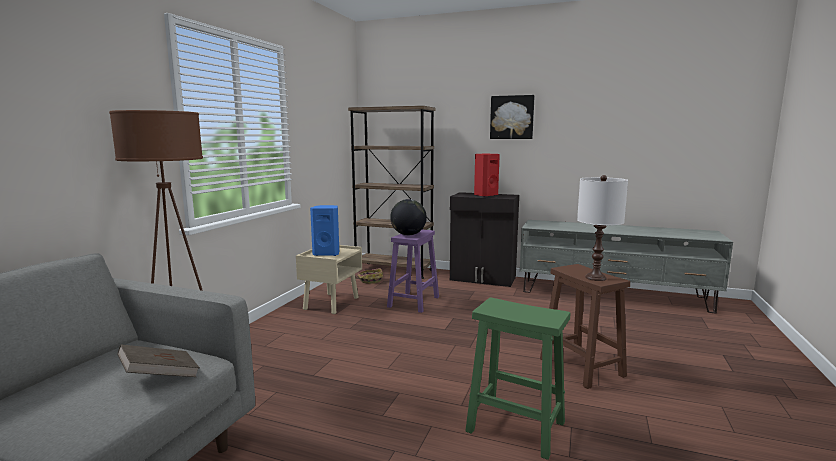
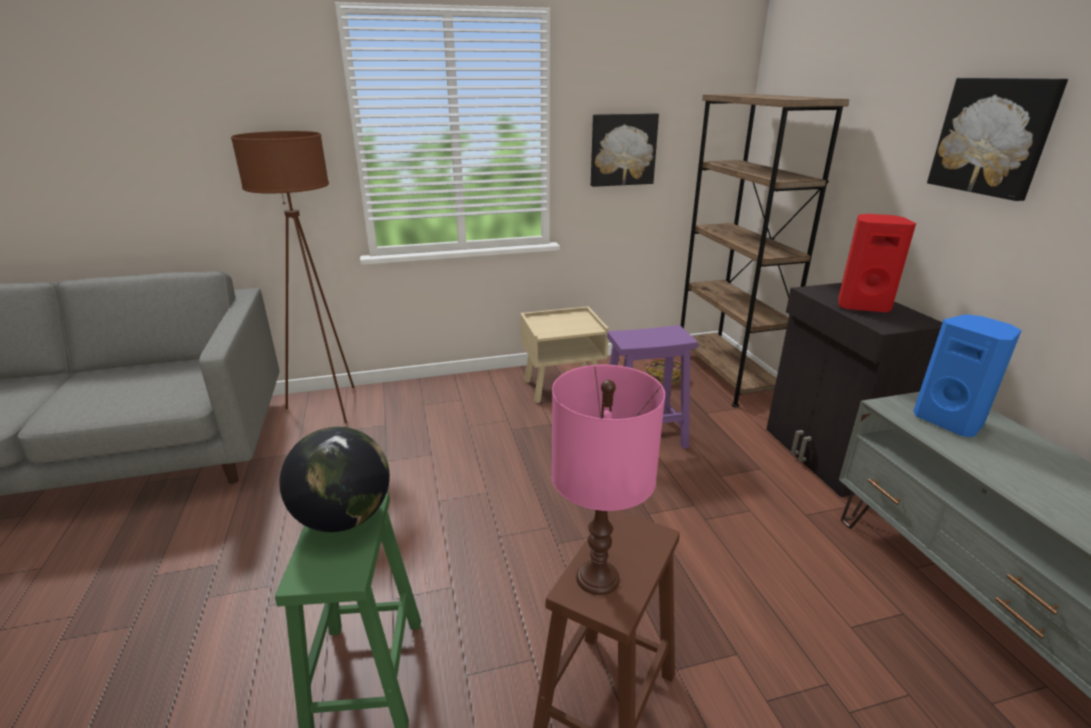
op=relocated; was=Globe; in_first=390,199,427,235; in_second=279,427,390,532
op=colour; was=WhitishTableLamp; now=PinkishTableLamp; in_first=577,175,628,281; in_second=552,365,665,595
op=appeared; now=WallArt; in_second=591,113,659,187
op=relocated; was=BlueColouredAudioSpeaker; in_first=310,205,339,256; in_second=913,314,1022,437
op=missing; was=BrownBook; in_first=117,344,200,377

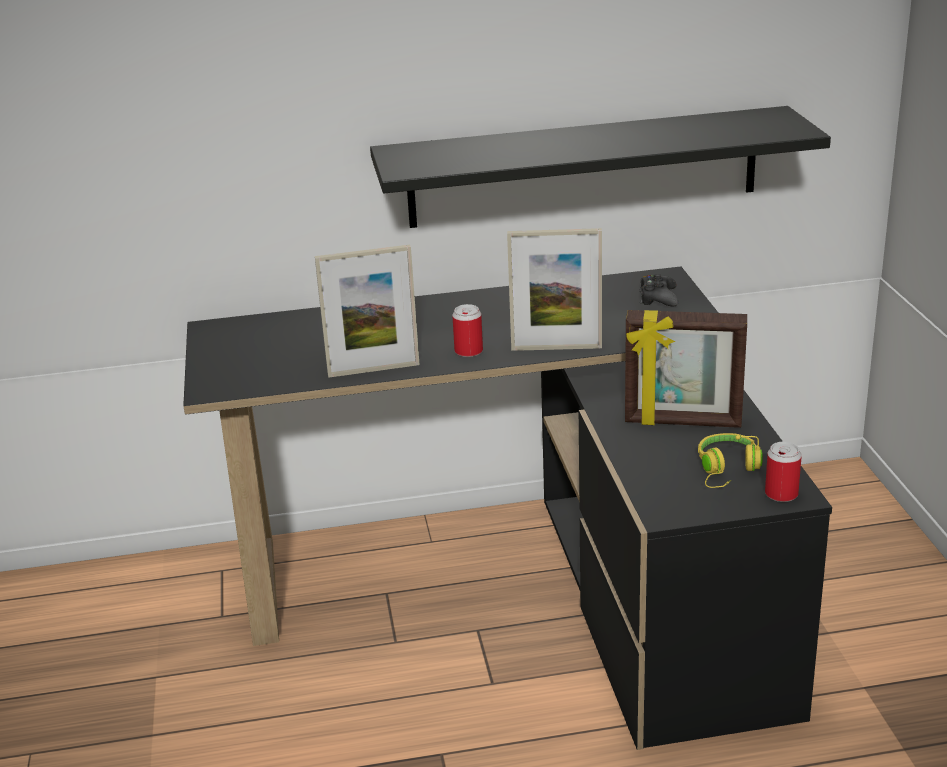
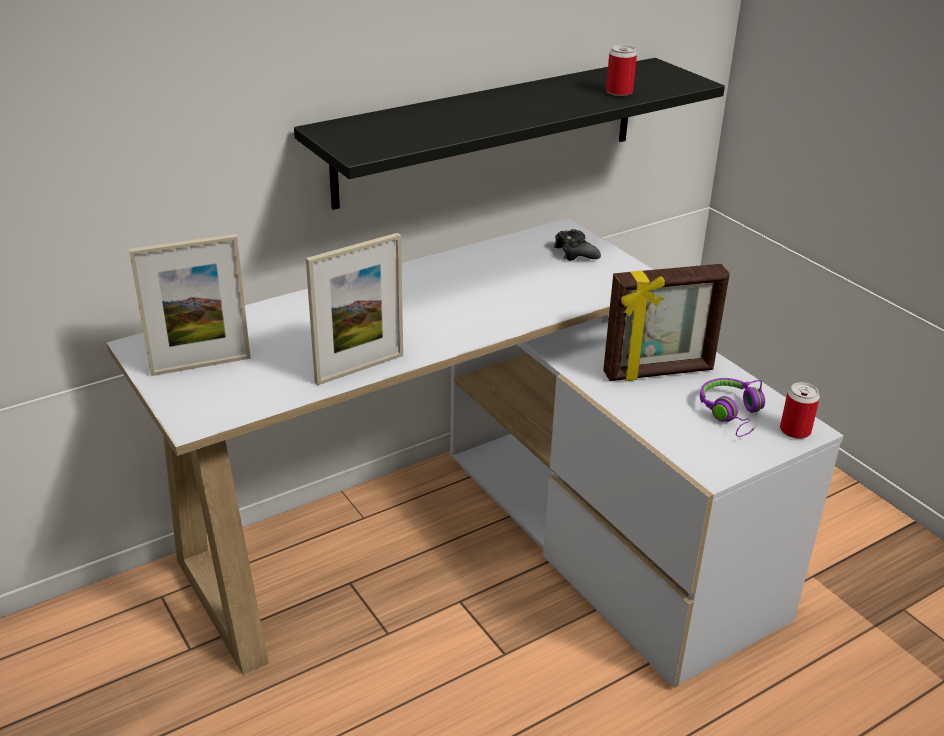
op=colour; was=BlackDeskUnit; now=WhitishDeskUnit; in_first=183,267,832,750; in_second=107,218,844,688
op=relocated; was=PictureFrame; in_first=507,228,602,351; in_second=129,234,251,376
op=relocated; was=SealedCan; in_first=452,304,483,357; in_second=606,45,637,96
op=colour; was=YellowishPairOfHeadphones; now=PurplePairOfHeadphones; in_first=698,433,763,488; in_second=700,378,765,437

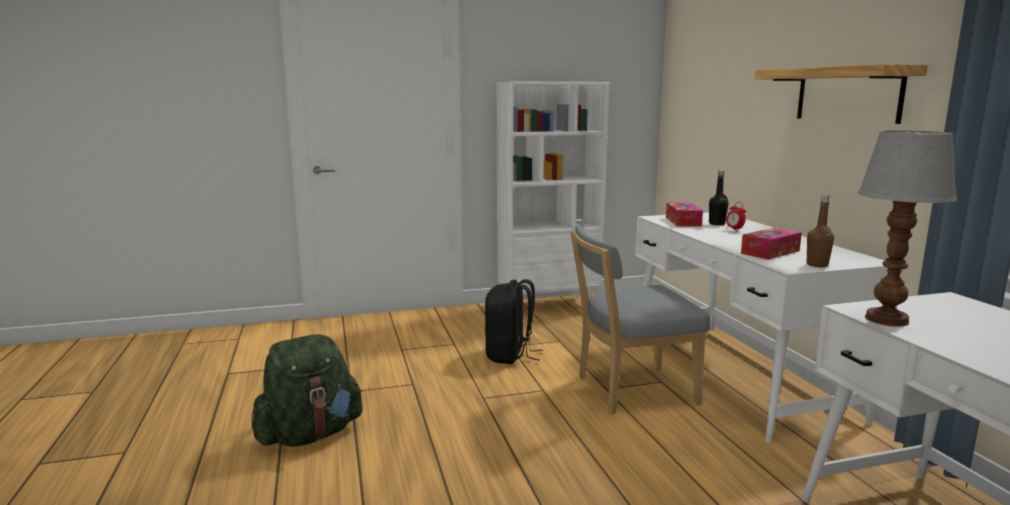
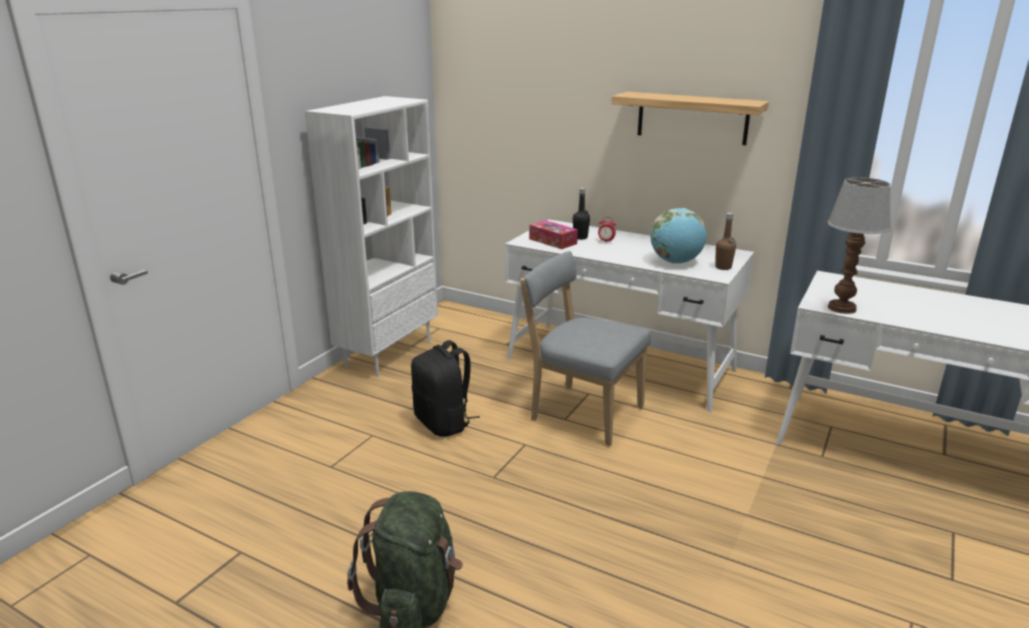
op=spun; was=GrayPlainChair; in_first=570,225,710,414; in_second=520,251,651,446; clockwise=90
op=exchanged; was=BoxOfTissues; now=Globe; in_first=741,228,802,260; in_second=651,208,707,263

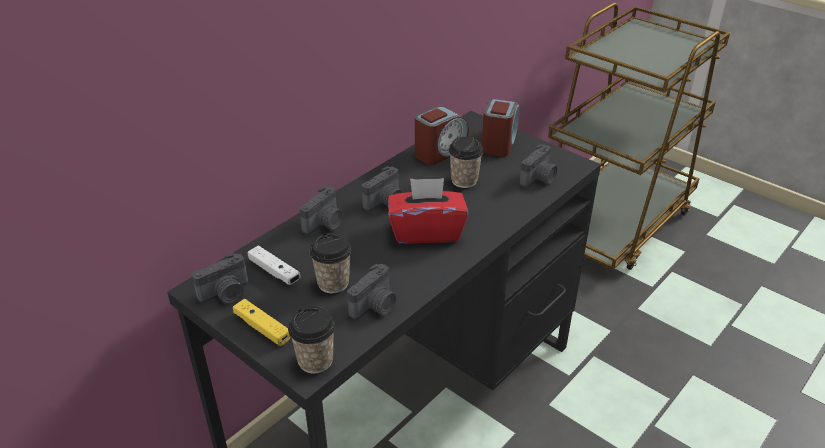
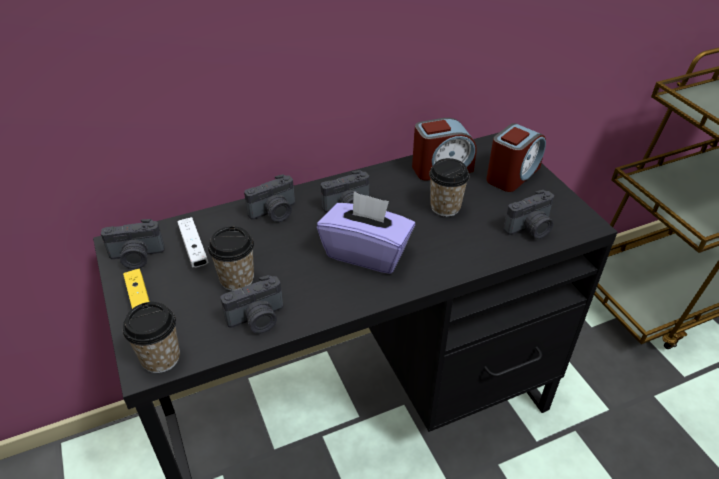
op=colour; was=ReddishBoxOfTissues; now=PurpleBoxOfTissues; in_first=388,178,469,244; in_second=317,191,415,274

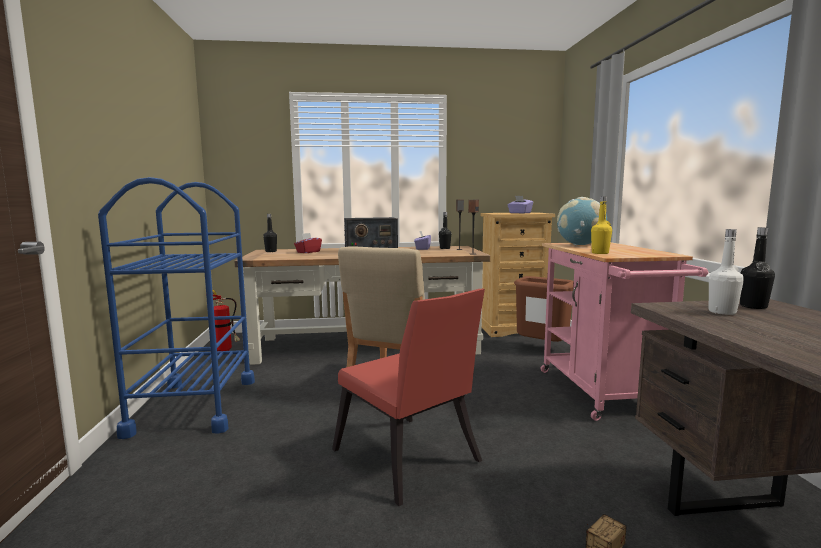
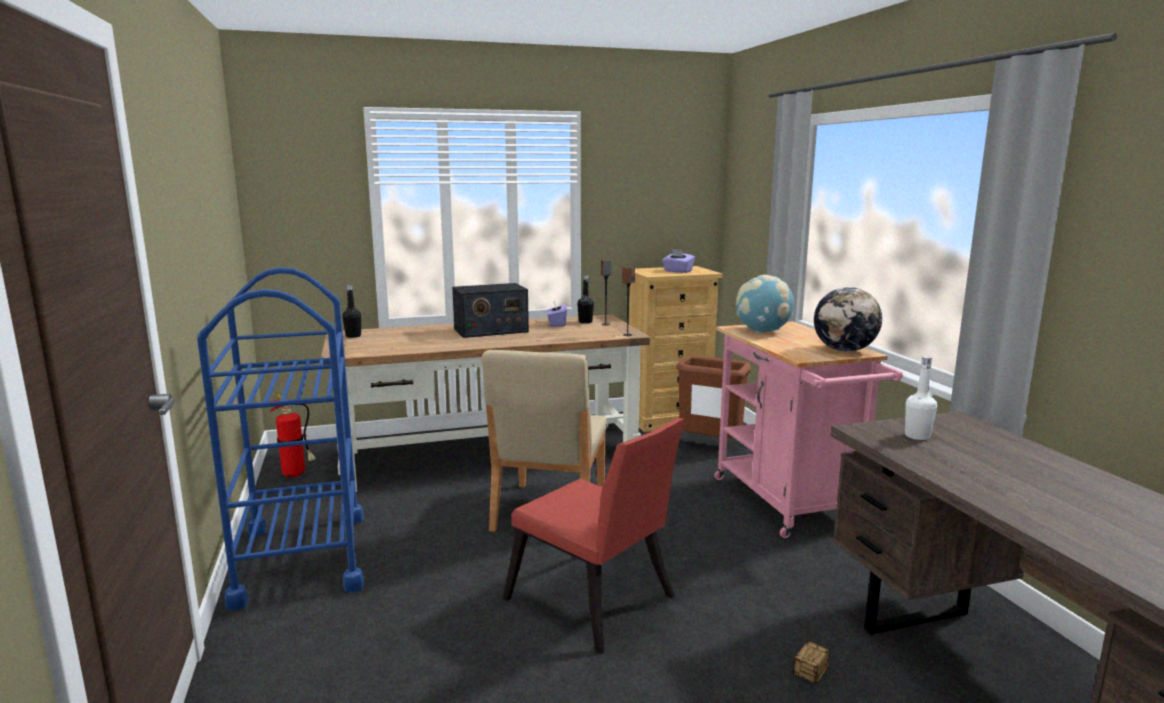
op=appeared; now=Globe; in_second=814,287,882,352
op=missing; was=ReddishBoxOfTissues; in_first=294,233,322,253
op=missing; was=YellowishBeverageBottle; in_first=591,196,612,254
op=missing; was=BlackBeverageBottle; in_first=740,227,775,309

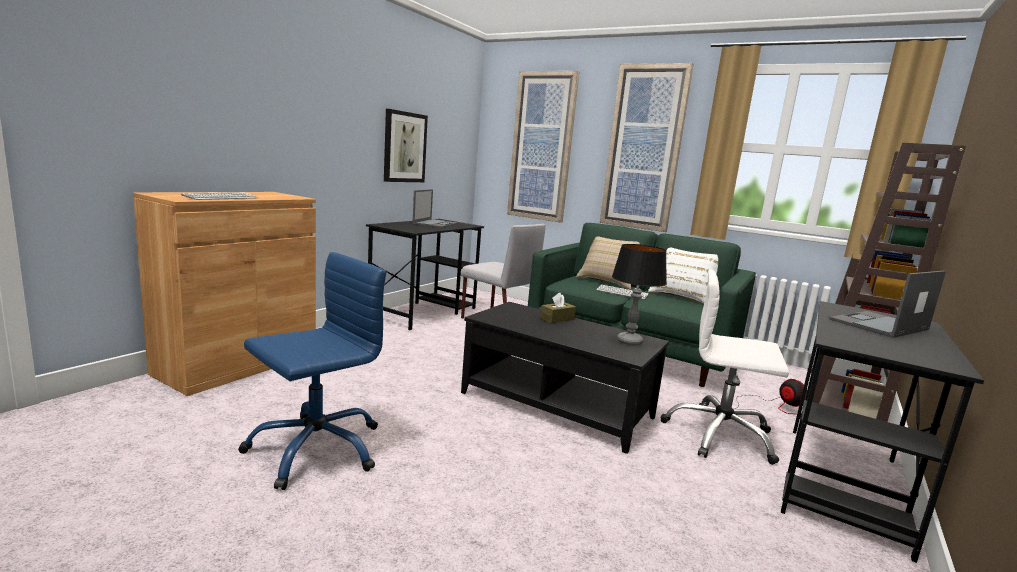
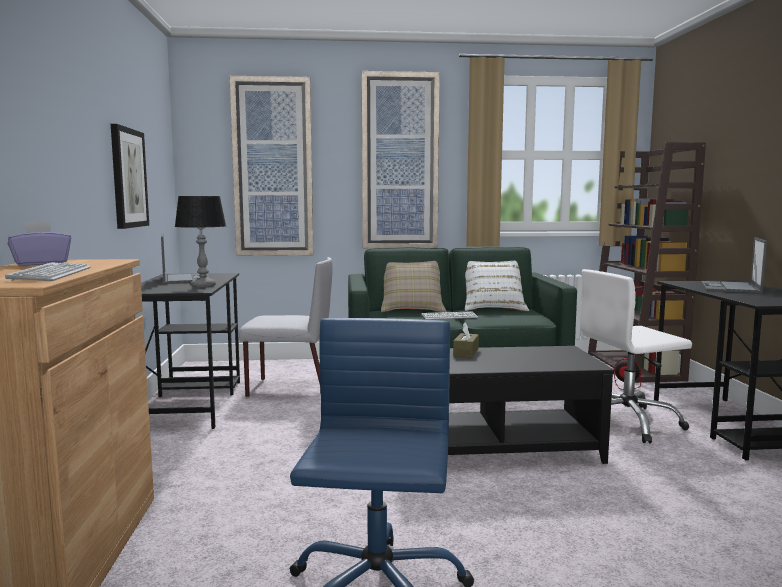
op=appeared; now=PurpleBoxOfTissues; in_second=8,222,71,266
op=relocated; was=TableLamp; in_first=612,244,667,345; in_second=175,196,226,288

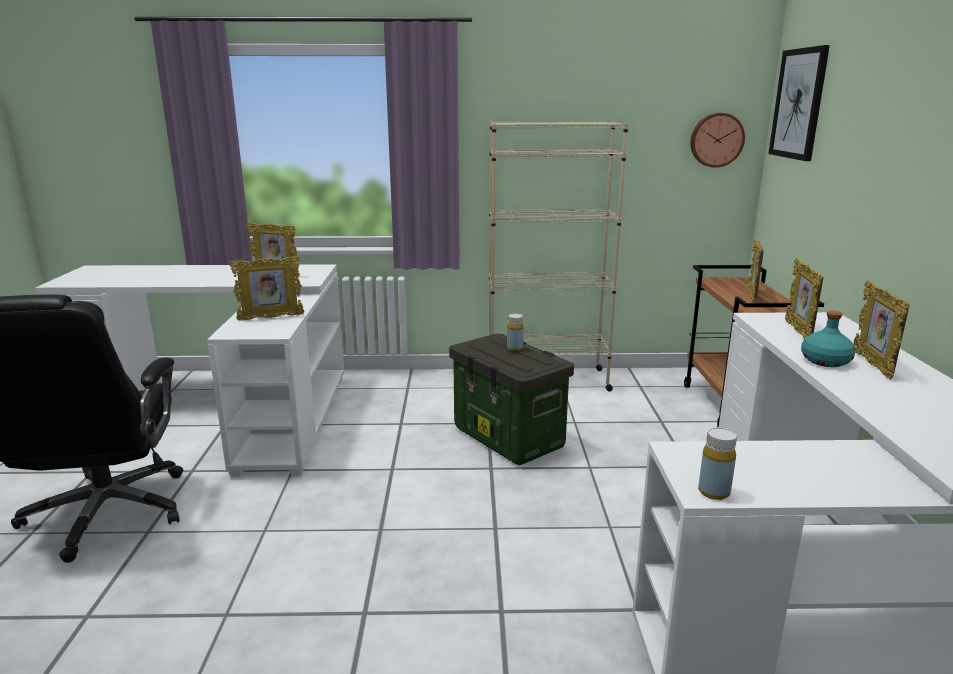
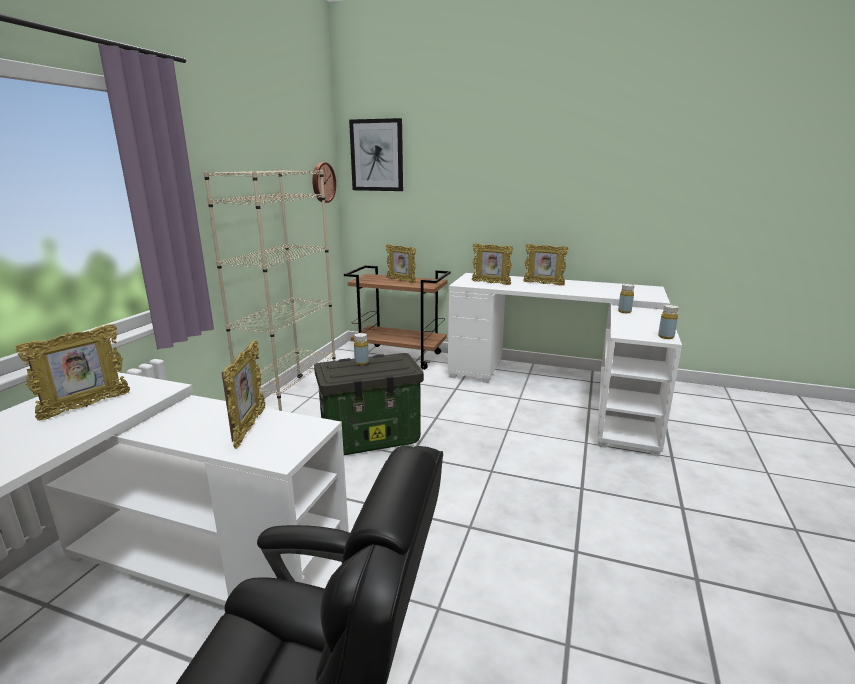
op=appeared; now=YellowishBeverageBottle; in_second=618,284,634,313
op=missing; was=TurquoiseBeverageBottle; in_first=801,310,855,367

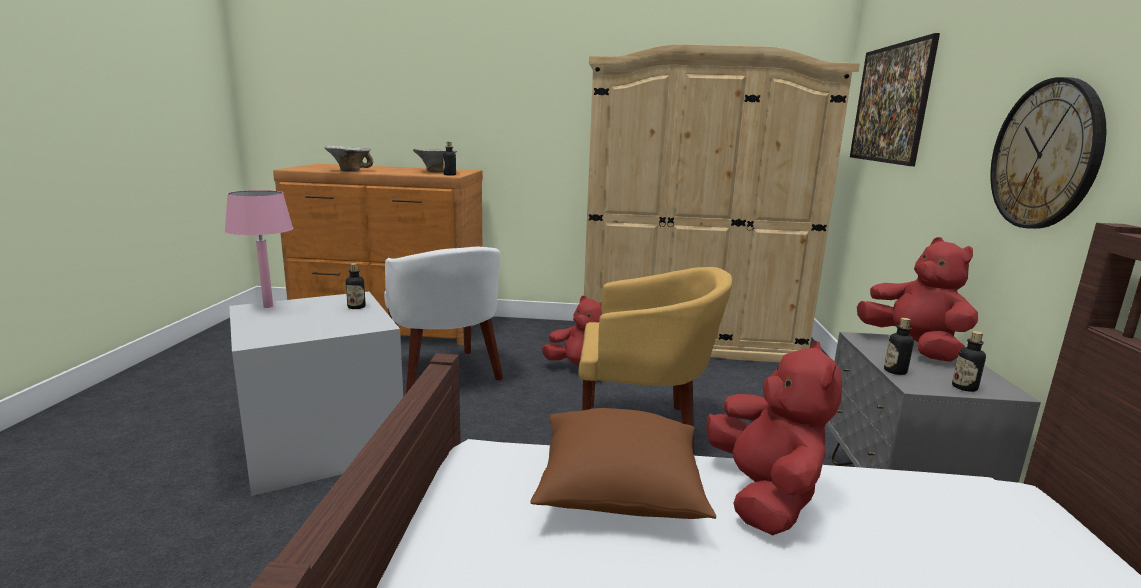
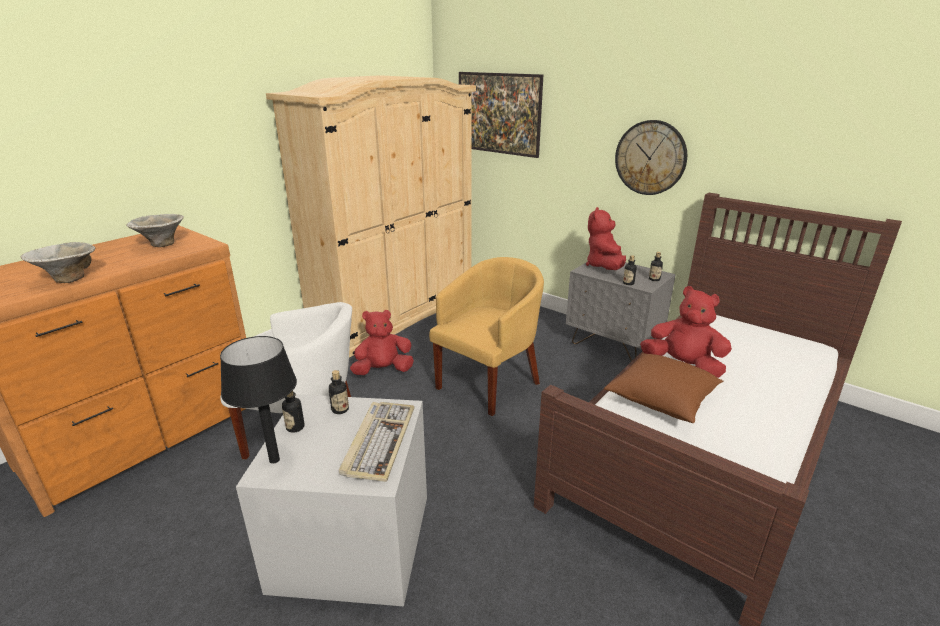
op=colour; was=PinkishTableLamp; now=BlackTableLamp; in_first=225,190,293,308; in_second=220,336,297,464
op=relocated; was=BeverageBottle; in_first=443,142,456,175; in_second=282,391,304,433
op=appeared; now=PcKeyboard; in_second=339,402,414,482
op=spun; was=ReddishCuddlyToy; in_first=857,237,978,362; in_second=586,207,626,270; clockwise=-90

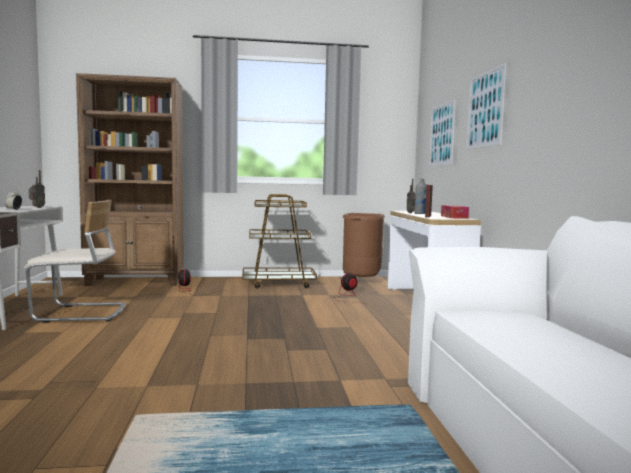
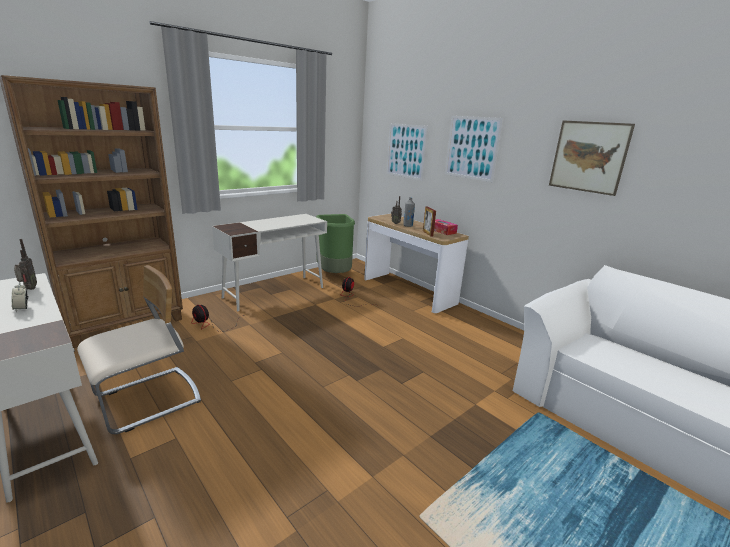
op=exchanged; was=BrownCart; now=WhitishDeskUnit; in_first=242,194,317,288; in_second=212,214,327,311
op=colour; was=BrownRubbishBin; now=GreenColouredRubbishBin; in_first=343,213,385,277; in_second=316,214,355,273
op=appeared; now=WallArt; in_second=549,120,635,196

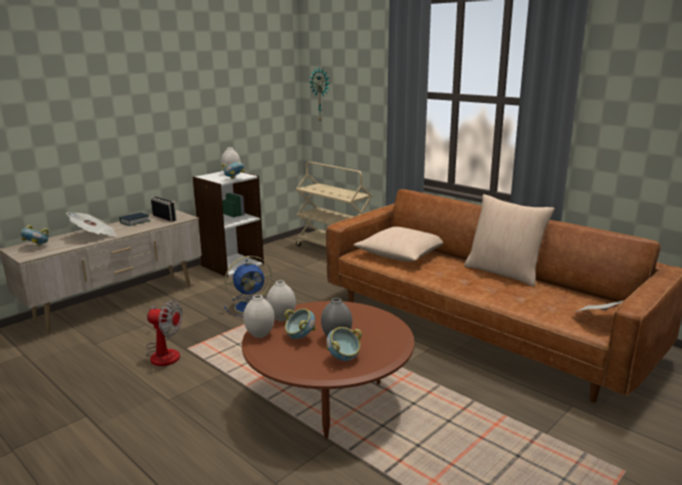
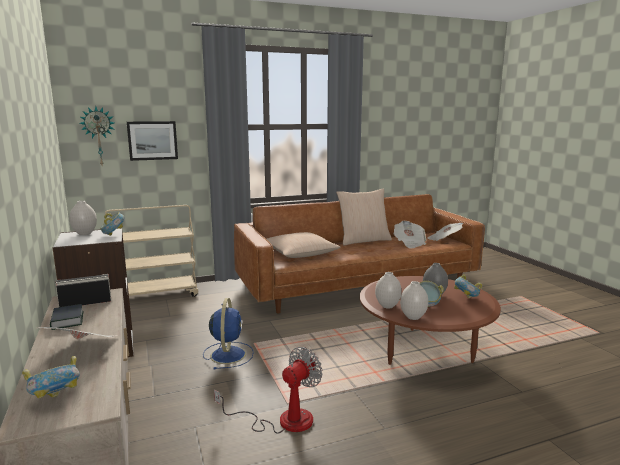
op=appeared; now=WallArt; in_second=127,121,178,161
op=appeared; now=PrintedPaper; in_second=394,221,426,248

